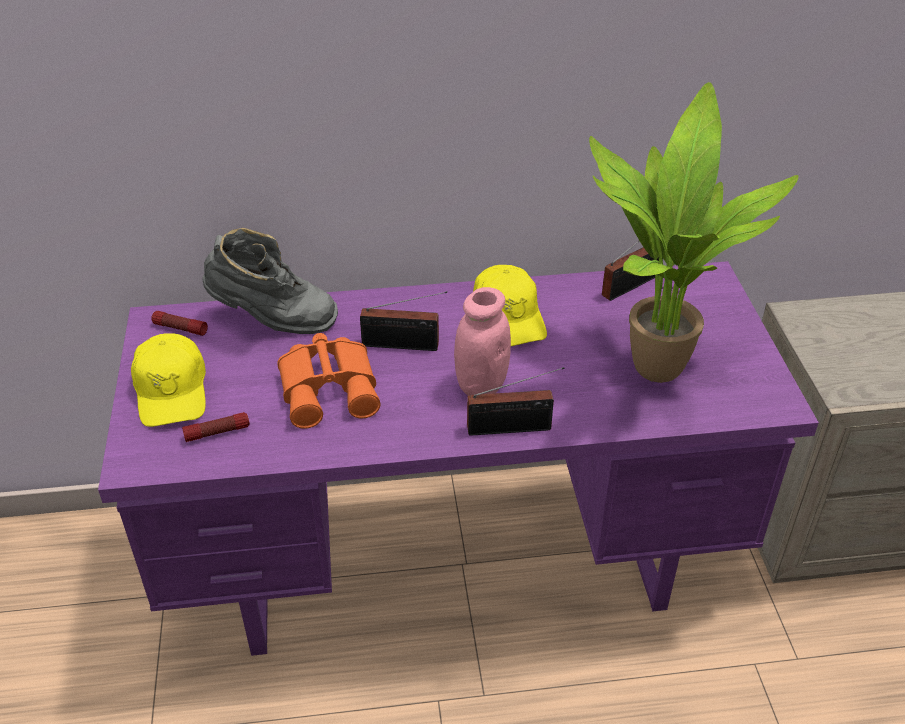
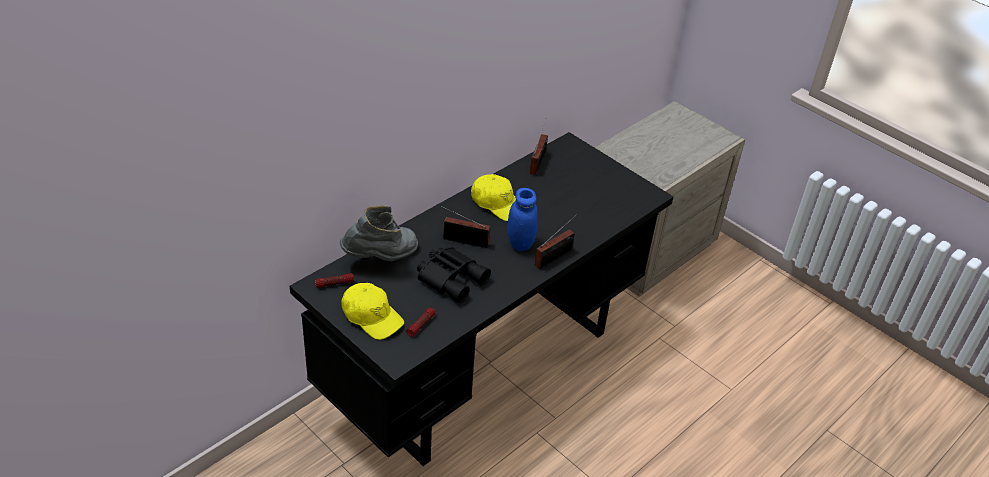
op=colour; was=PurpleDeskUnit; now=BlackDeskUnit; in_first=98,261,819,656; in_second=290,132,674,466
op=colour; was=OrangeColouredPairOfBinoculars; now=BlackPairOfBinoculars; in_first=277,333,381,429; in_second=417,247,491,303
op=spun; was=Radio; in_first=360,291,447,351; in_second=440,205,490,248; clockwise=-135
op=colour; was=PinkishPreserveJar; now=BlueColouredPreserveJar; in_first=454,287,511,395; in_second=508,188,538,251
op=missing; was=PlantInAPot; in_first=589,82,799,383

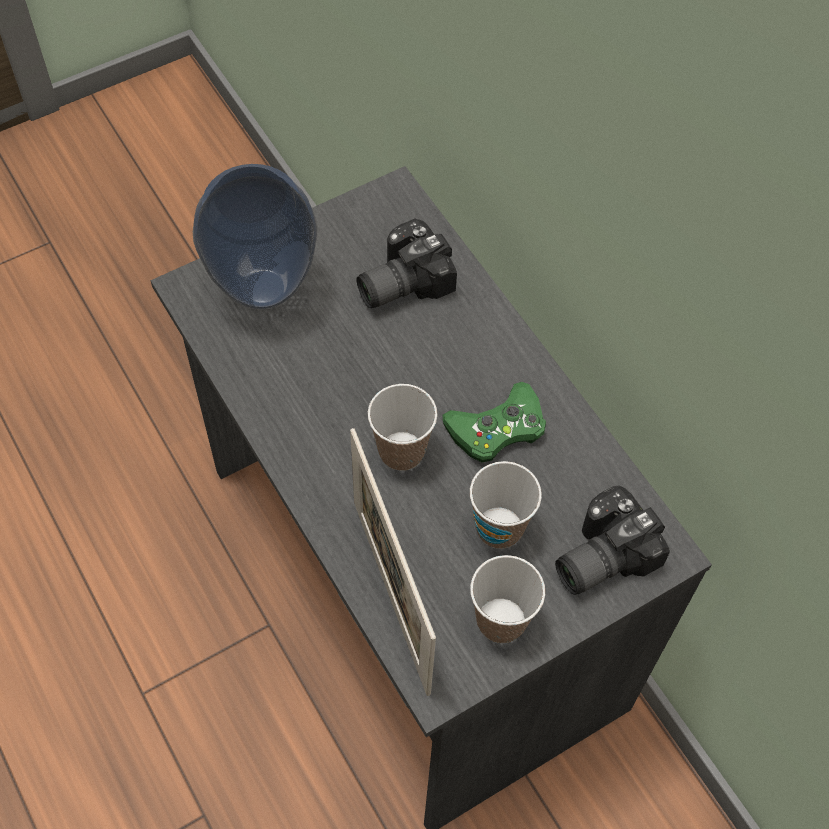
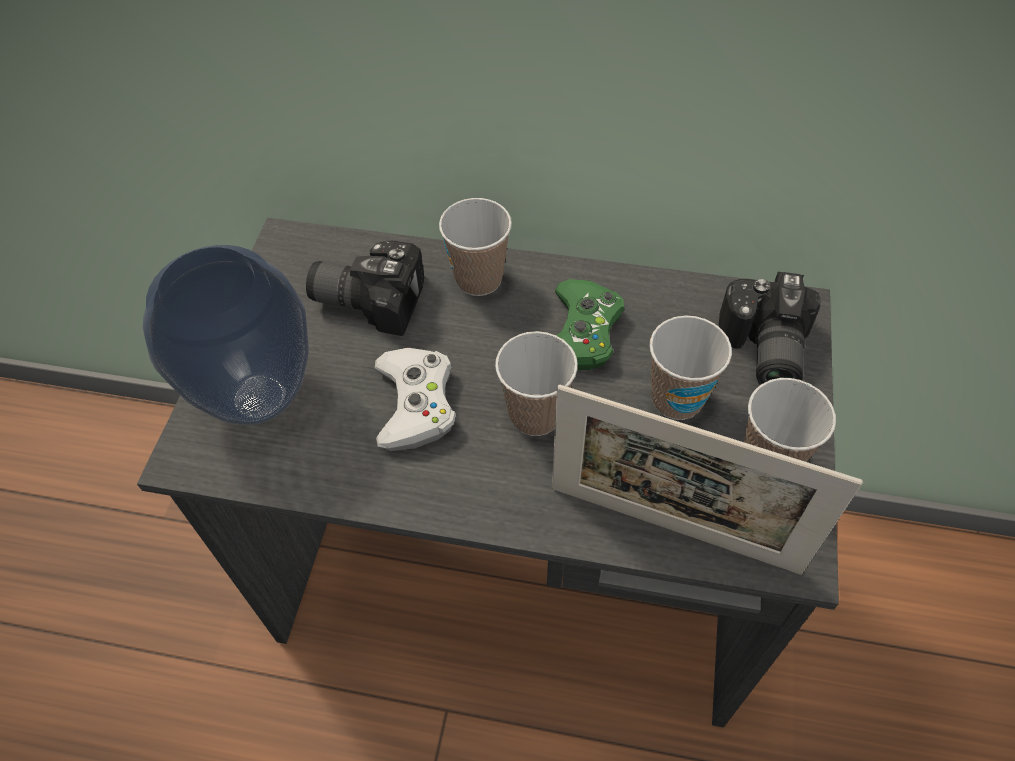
op=spun; was=PhotoCamera; in_first=356,219,457,308; in_second=306,241,424,336; clockwise=90
op=appeared; now=WhitishGamepad; in_second=375,348,456,451
op=appeared; now=Cup; in_second=439,198,512,296

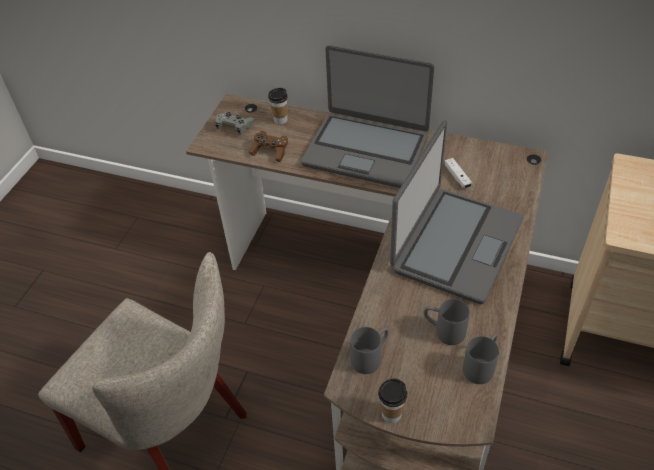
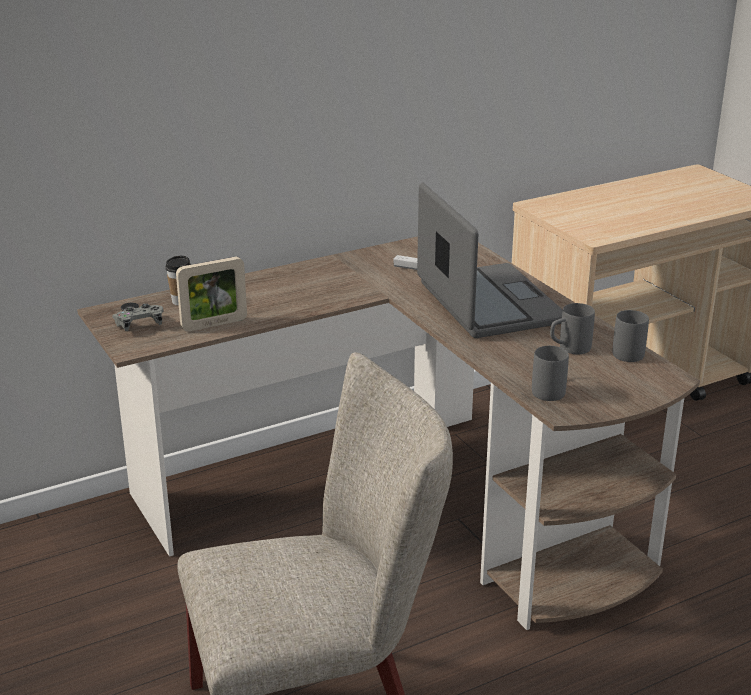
op=exchanged; was=BrownGamepad; now=PictureFrame; in_first=249,131,288,162; in_second=176,257,247,331
op=missing; was=Laptop; in_first=301,45,434,188
op=missing; was=Cup; in_first=378,379,407,423

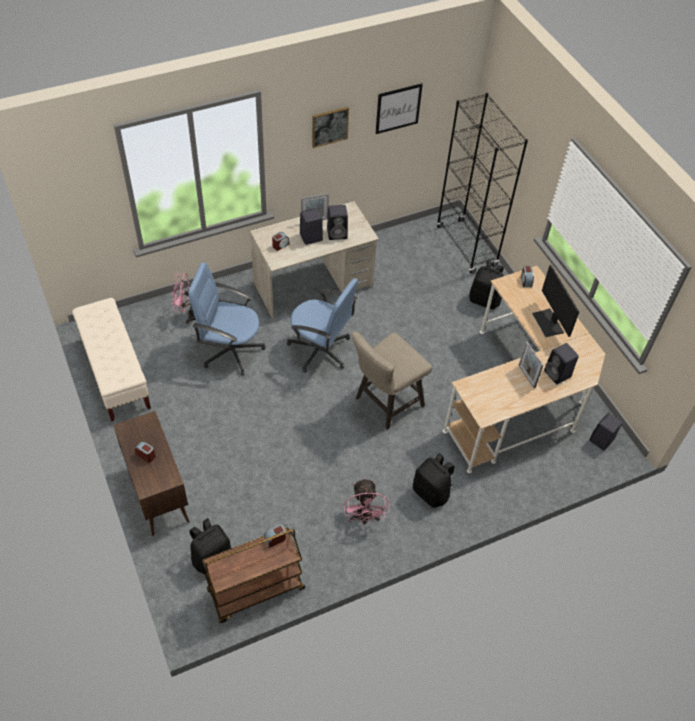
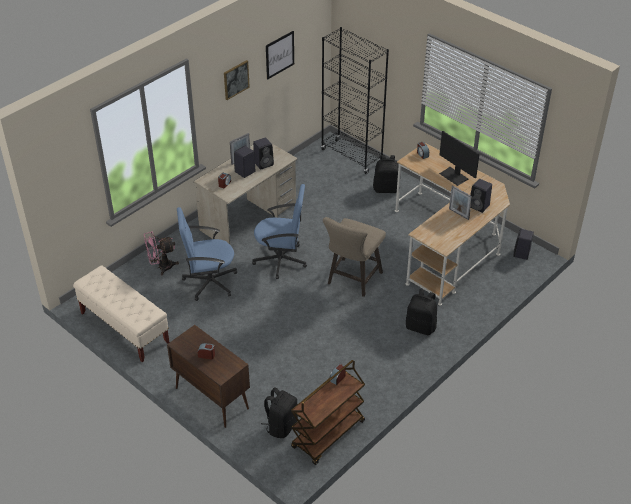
op=missing; was=PinkishCoolingFan; in_first=344,478,390,524

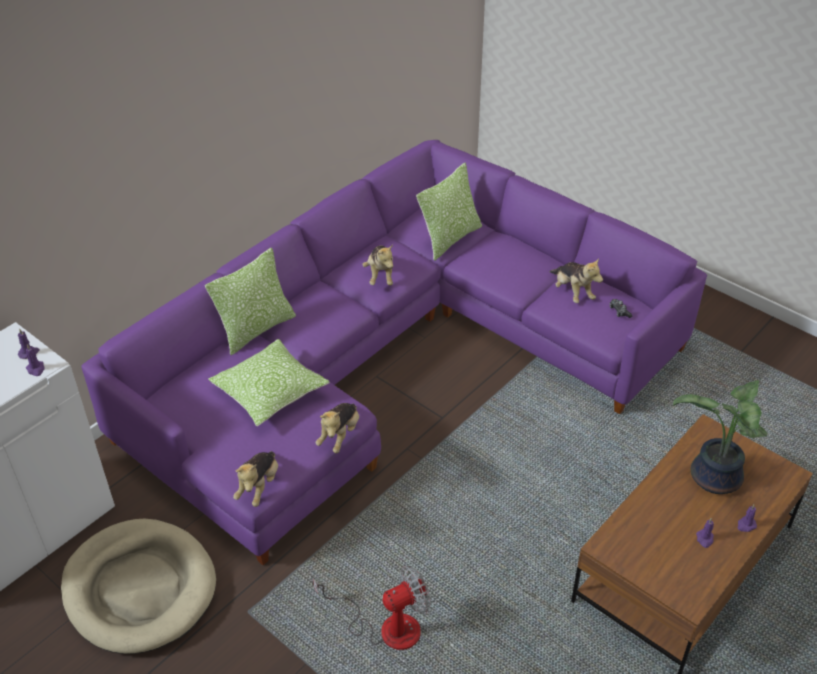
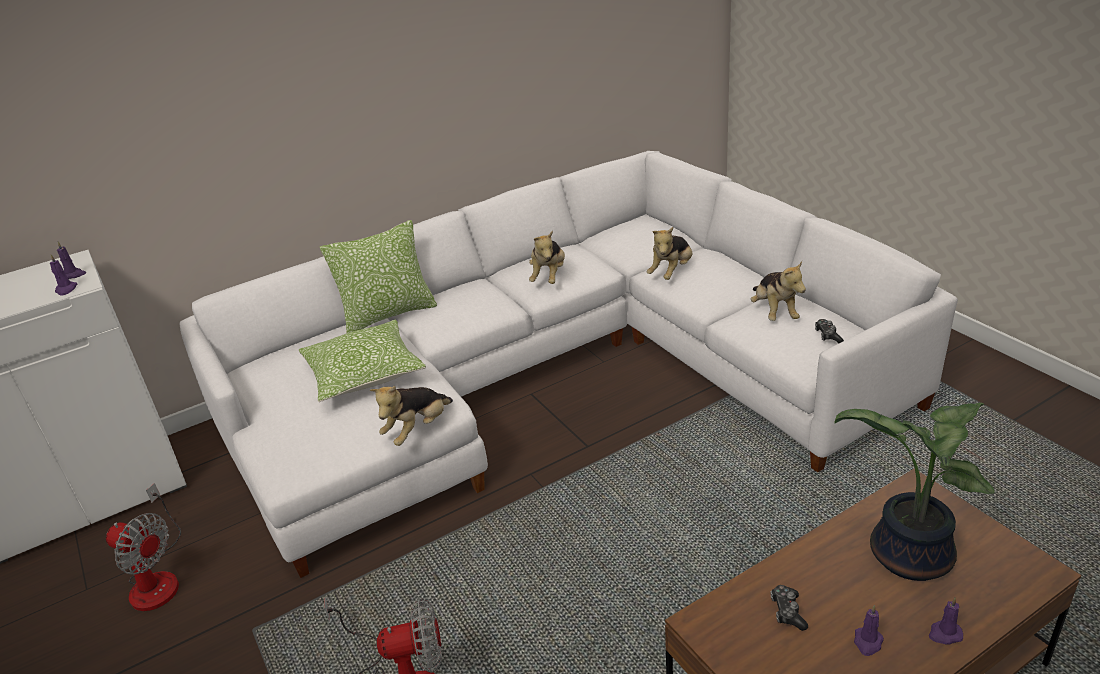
op=exchanged; was=BeigePetBed; now=CoolingFan; in_first=61,519,216,654; in_second=106,483,181,611
op=colour; was=PurpleSettee; now=WhitishSettee; in_first=81,140,707,565; in_second=180,151,958,578
op=relocated; was=CuddlyToy; in_first=233,451,278,507; in_second=647,227,692,280
op=appeared; now=Gamepad; in_second=771,585,808,631
op=missing; was=Cushion; in_first=416,162,482,261

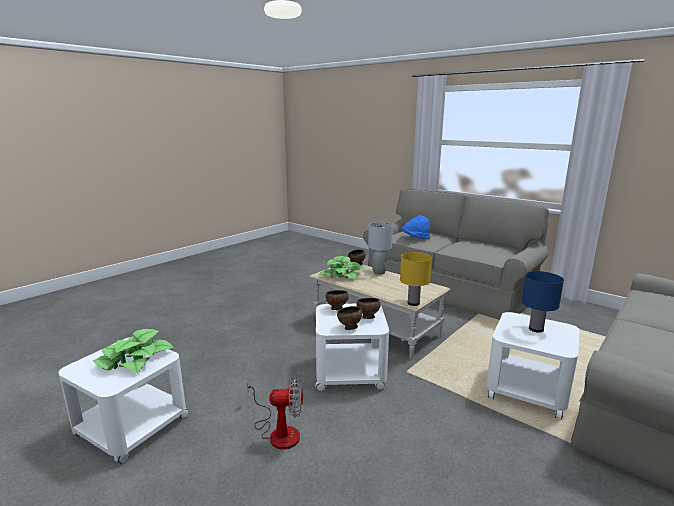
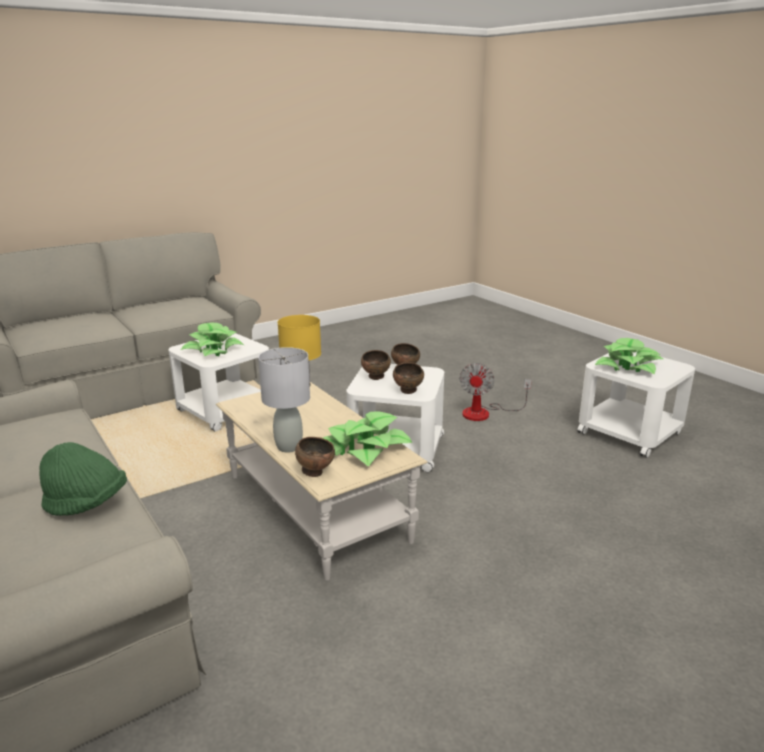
op=colour; was=BlueColouredClothingHat; now=GreenColouredClothingHat; in_first=402,215,430,239; in_second=39,442,127,516
op=exchanged; was=BlueColouredTableLamp; now=PlantInAPot; in_first=522,271,564,333; in_second=181,323,244,356
op=spun; was=CoolingFan; in_first=247,377,303,450; in_second=459,363,532,421; clockwise=-90

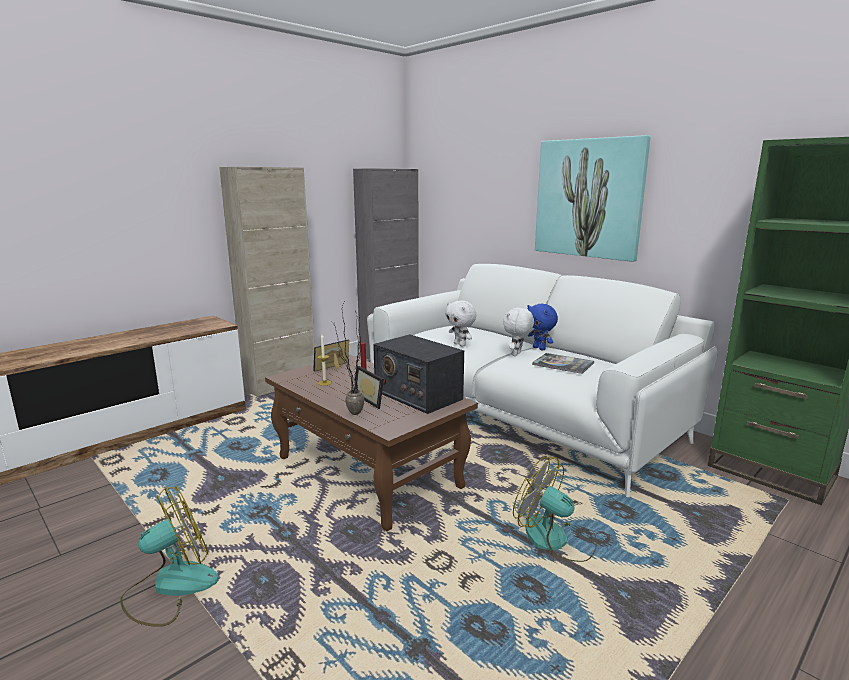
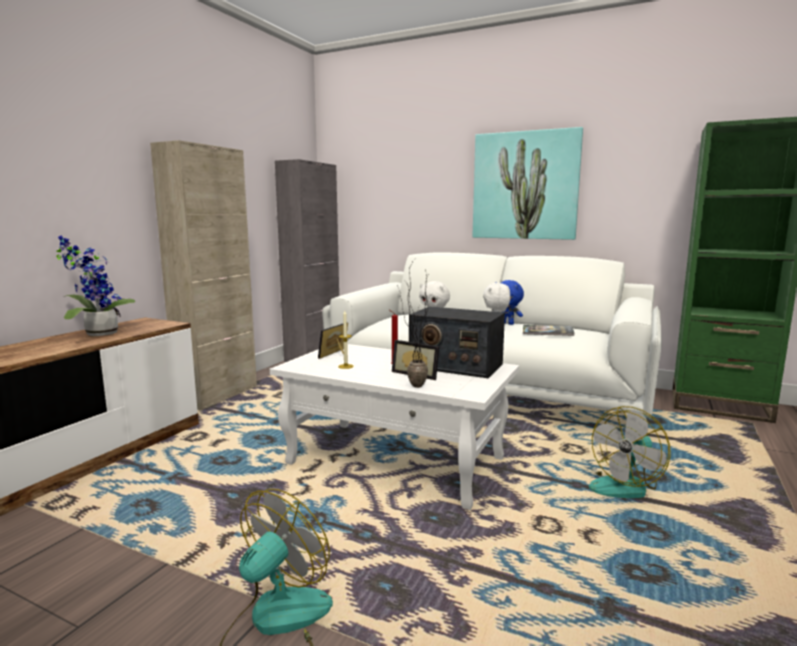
op=appeared; now=PlantInAPot; in_second=56,235,135,336
op=colour; was=BrownLoungeTable; now=WhitishLoungeTable; in_first=265,354,478,531; in_second=270,344,519,510
op=spun; was=CoolingFan; in_first=513,457,597,562; in_second=589,406,671,498; clockwise=-60

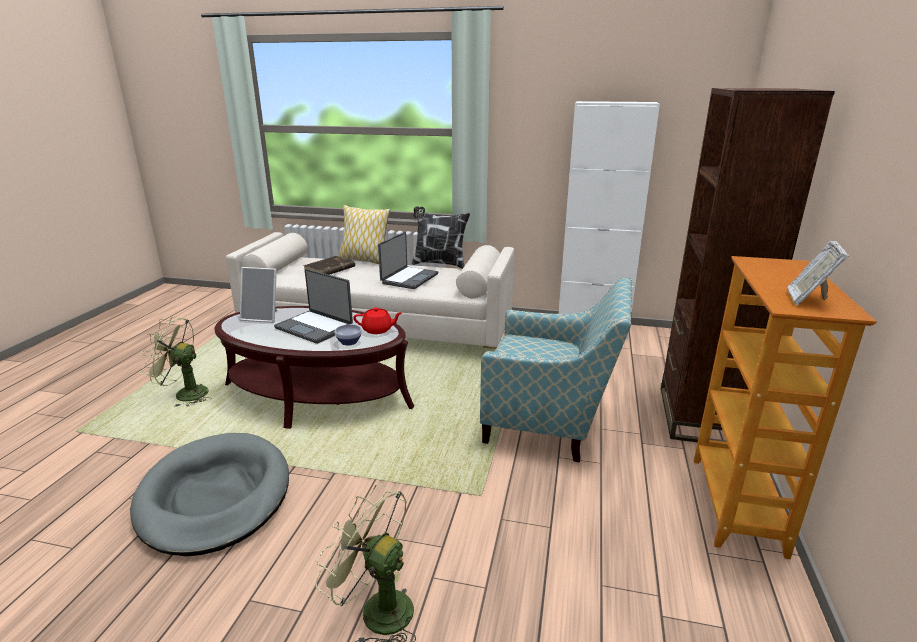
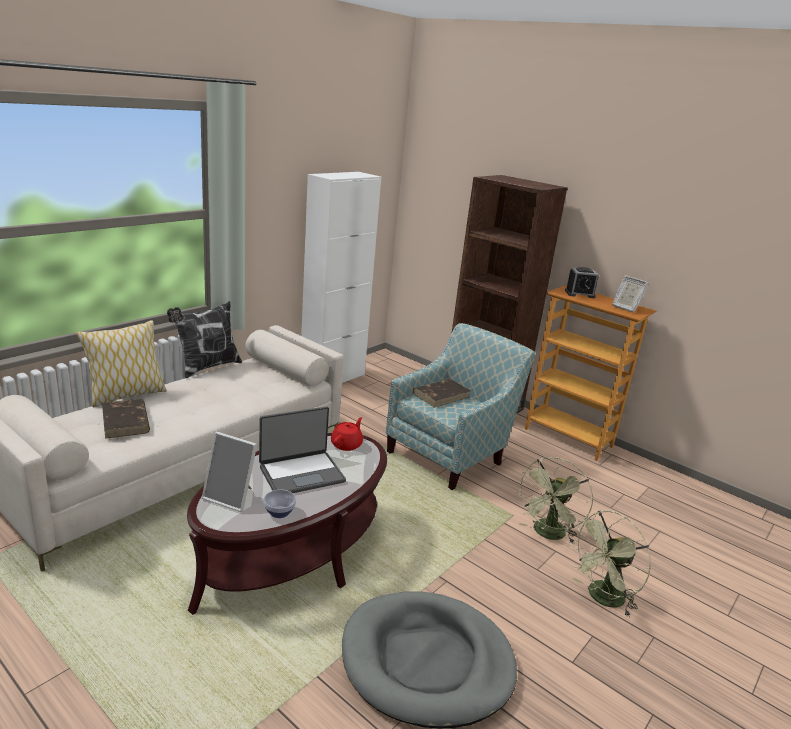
op=spun; was=PictureFrame; in_first=240,267,278,323; in_second=202,432,257,512; clockwise=75
op=relocated; was=DeepDish; in_first=335,324,362,345; in_second=263,489,296,518
op=appeared; now=BrownBook; in_second=413,379,471,408
op=relocated; was=GreenColouredCoolingFan; in_first=141,317,211,407; in_second=516,457,593,544
op=appeared; now=BedsideClock; in_second=565,267,599,298
op=missing; was=Laptop; in_first=378,232,438,289

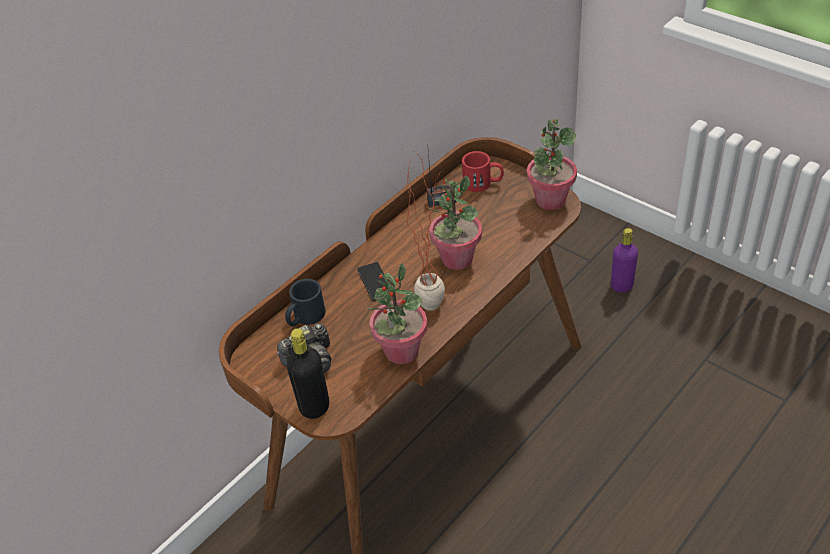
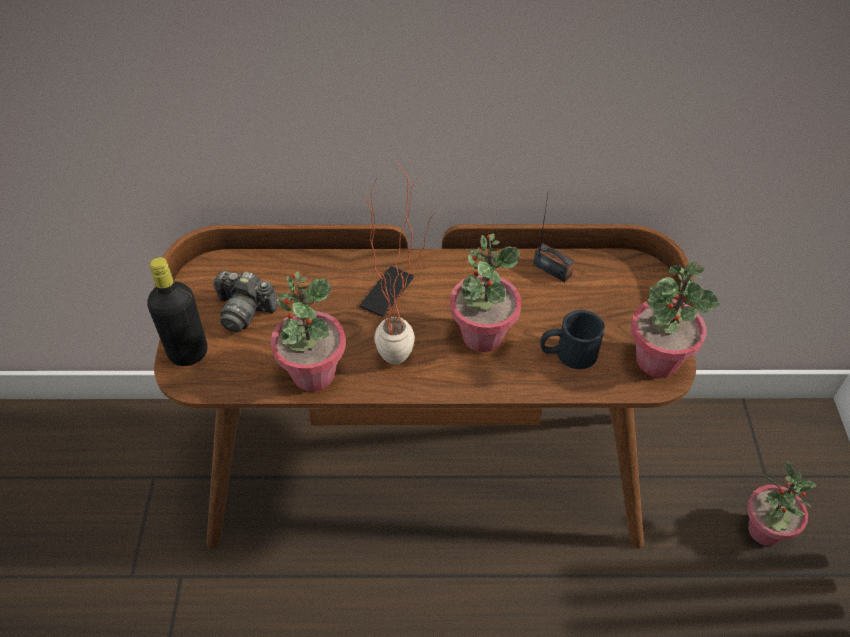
op=relocated; was=BlackCoffeeMug; in_first=285,279,326,327; in_second=540,310,605,369
op=exchanged; was=PurpleBeverageBottle; now=PlantInAPot; in_first=611,228,638,292; in_second=747,461,816,546
op=missing; was=ReddishCoffeeMug; in_first=462,151,504,192

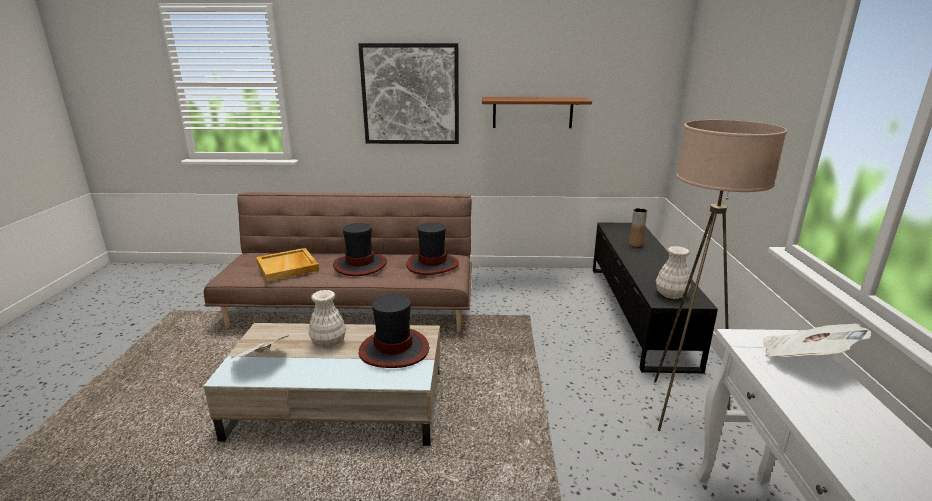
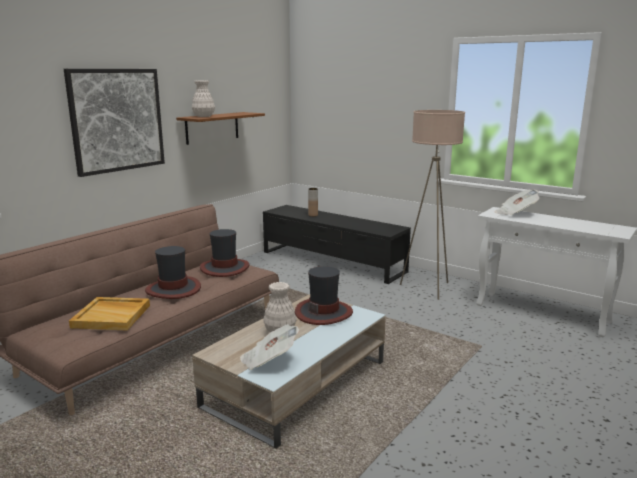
op=relocated; was=WhitishFlowerVase; in_first=656,246,691,299; in_second=192,80,215,117

